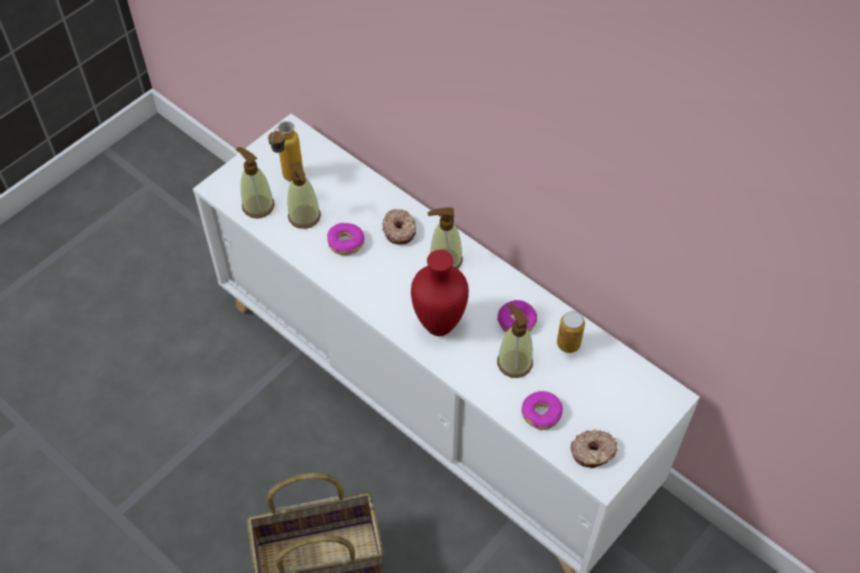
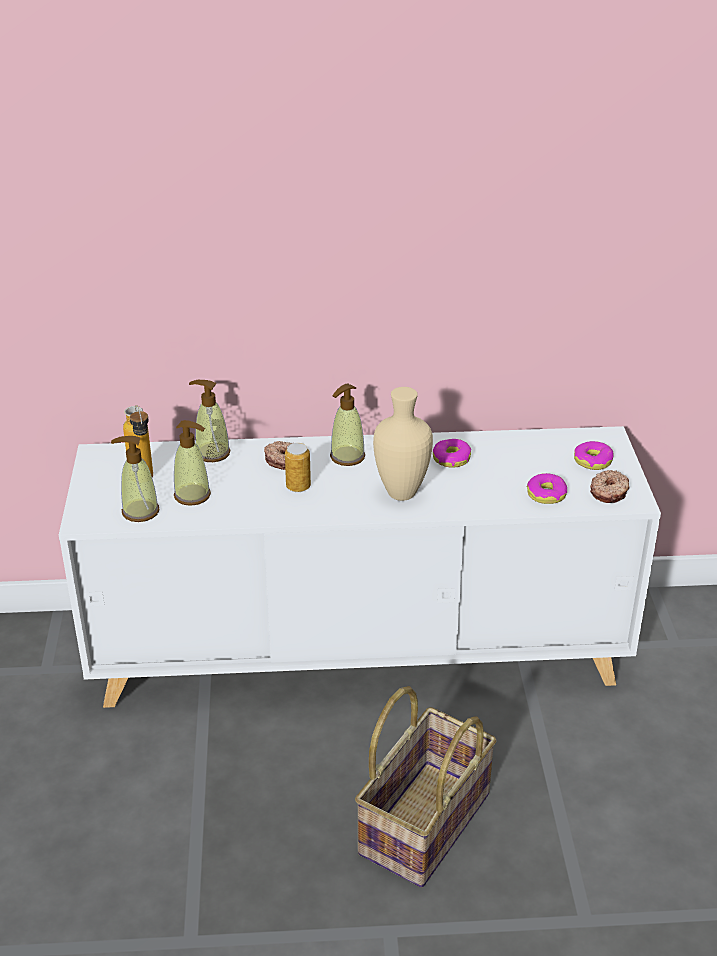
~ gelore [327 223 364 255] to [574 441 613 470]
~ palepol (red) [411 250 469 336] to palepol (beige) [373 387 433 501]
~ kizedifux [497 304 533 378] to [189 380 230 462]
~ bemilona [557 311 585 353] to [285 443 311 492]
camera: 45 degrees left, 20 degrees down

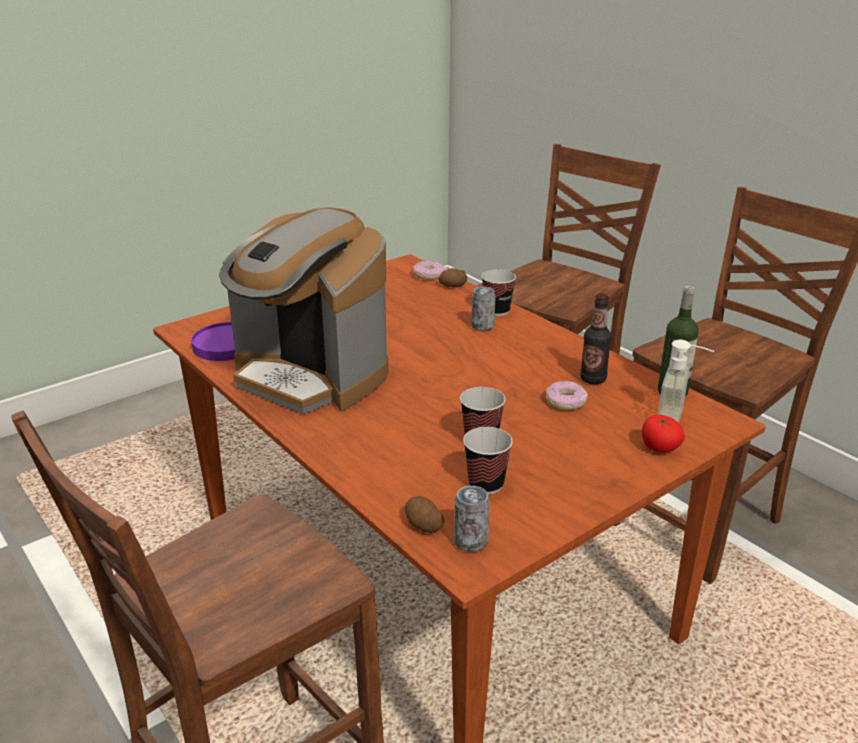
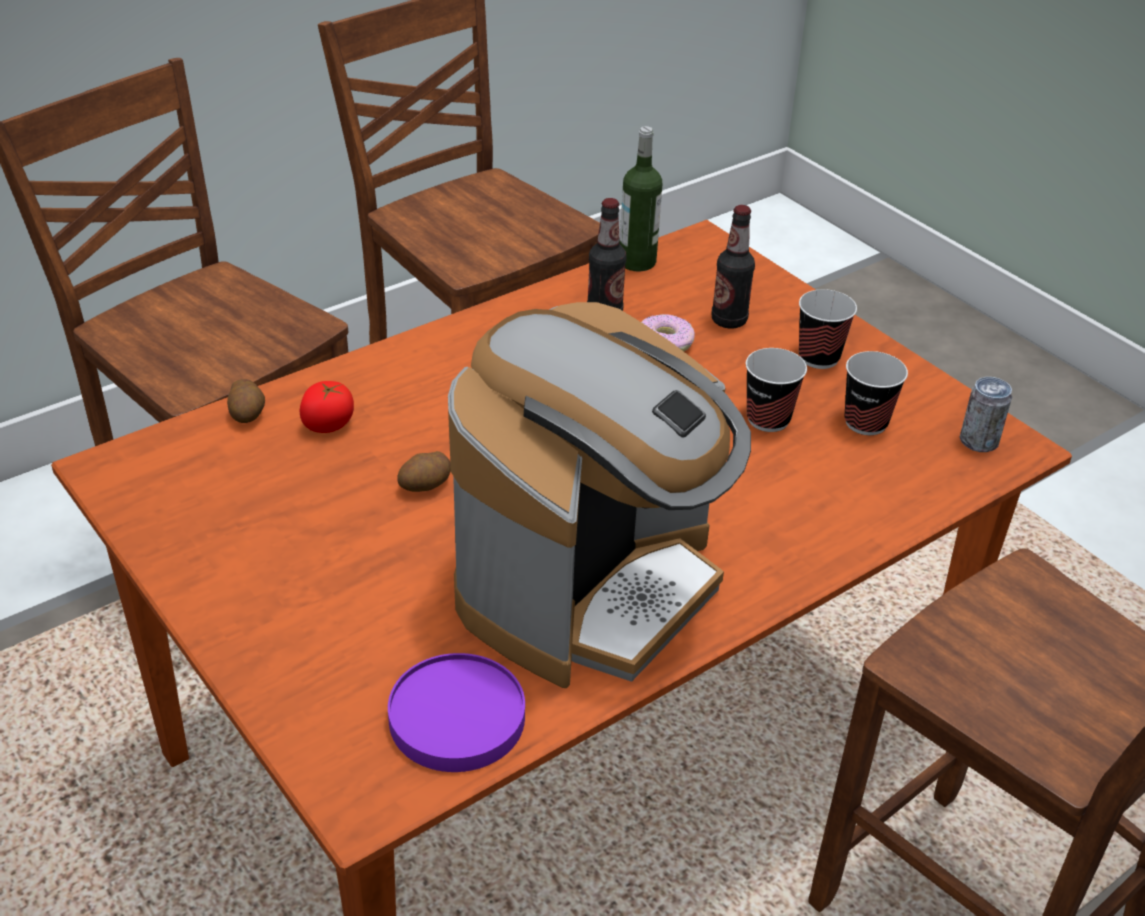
~ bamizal [405 496 445 533] to [397 451 451 492]
- gelore [413 261 445 280]
- bemilona [471 287 496 331]
~ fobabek [481 269 516 316] to [799 289 857 369]
~ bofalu [642 415 685 452] to [299 381 354 433]
- kizedifux [658 340 714 423]
+ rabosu [712 205 755 329]
camera: 90 degrees left, 10 degrees up

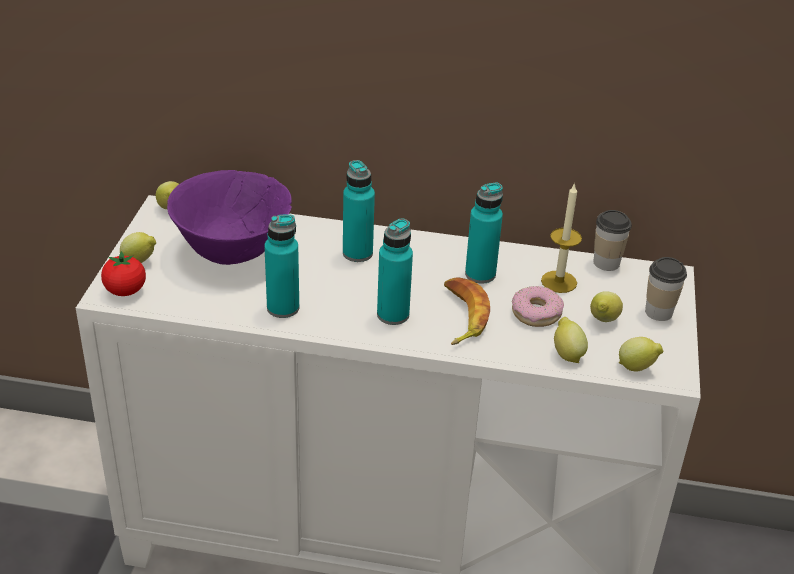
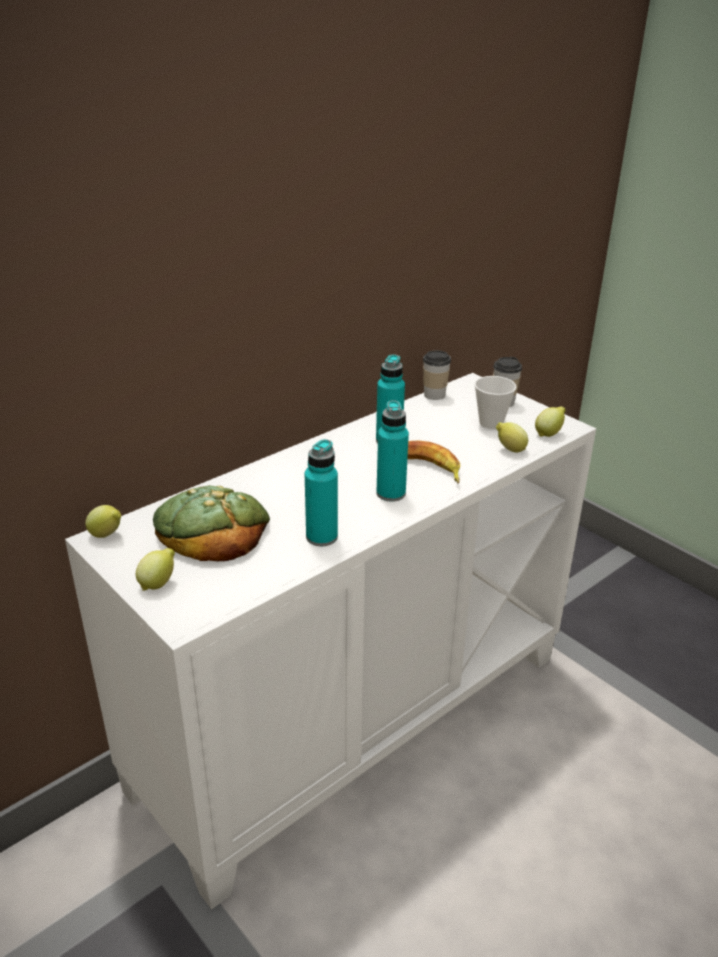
- bofalu [101 251 146 296]
~ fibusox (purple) [167 170 292 265] to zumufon [153 485 270 561]
- rabosu (turquoise) [343 160 375 262]
- gelore [512 286 564 327]
- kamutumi [541 183 582 293]
~ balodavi [590 291 623 322] to fobabek [474 376 517 429]
camera: 50 degrees left, 5 degrees down

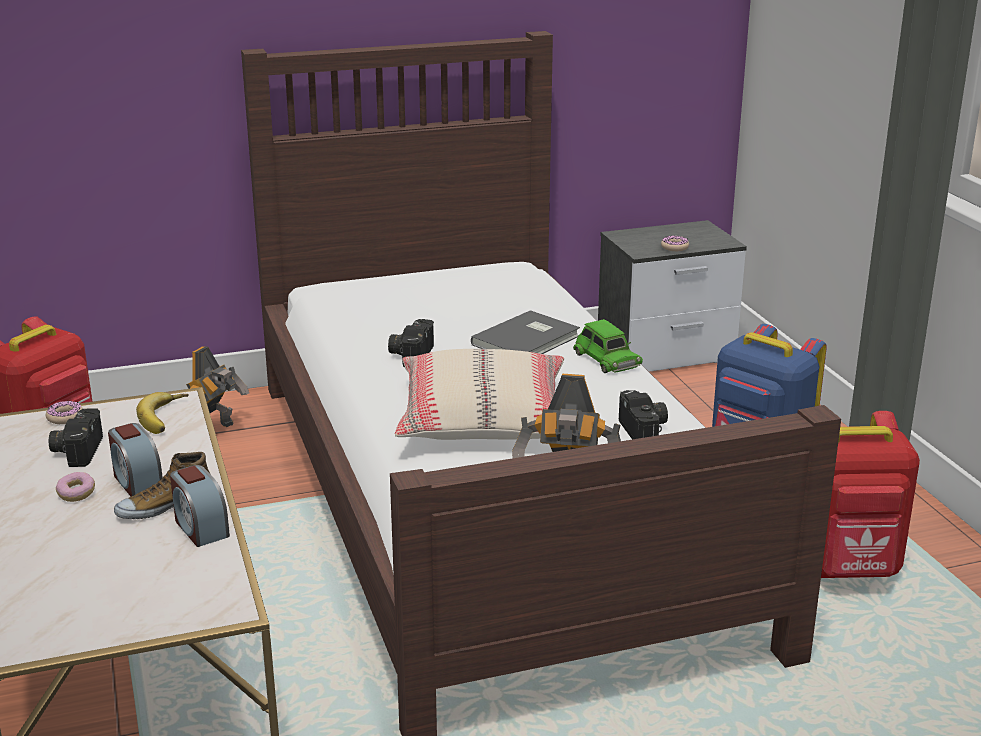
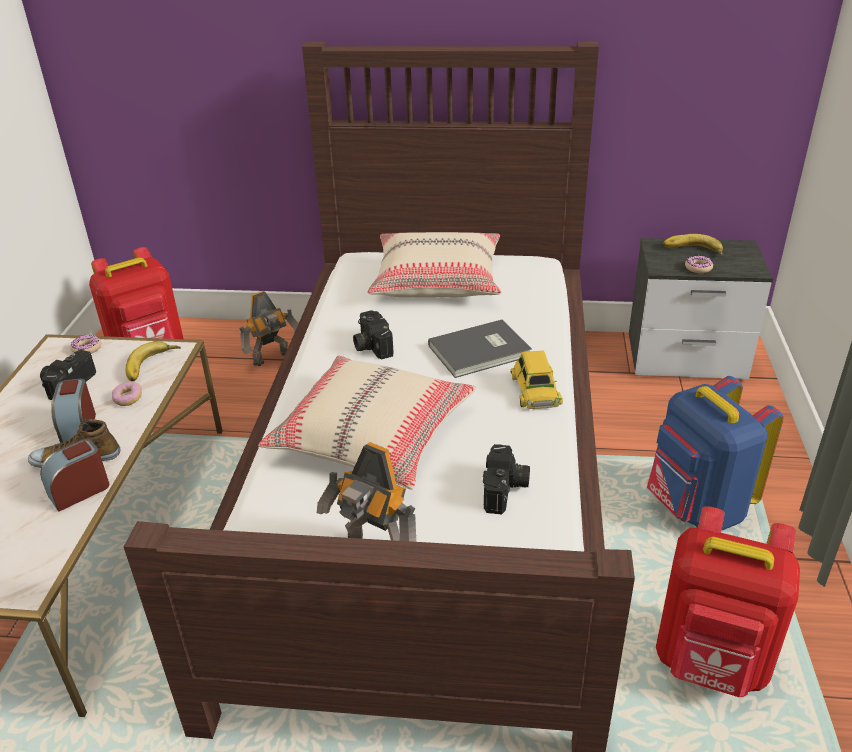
~ gelore [56 472 95 502] to [112 381 142 406]
~ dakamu [170 465 230 547] = [40 439 109 512] 60 degrees clockwise
~ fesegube [388 319 434 367] = [353 310 394 360] 60 degrees counterclockwise
~ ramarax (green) [573 319 643 373] to ramarax (yellow) [511 351 563 409]
+ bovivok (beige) [368 232 501 297]
+ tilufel [663 234 723 256]
camera: 25 degrees right, 10 degrees up

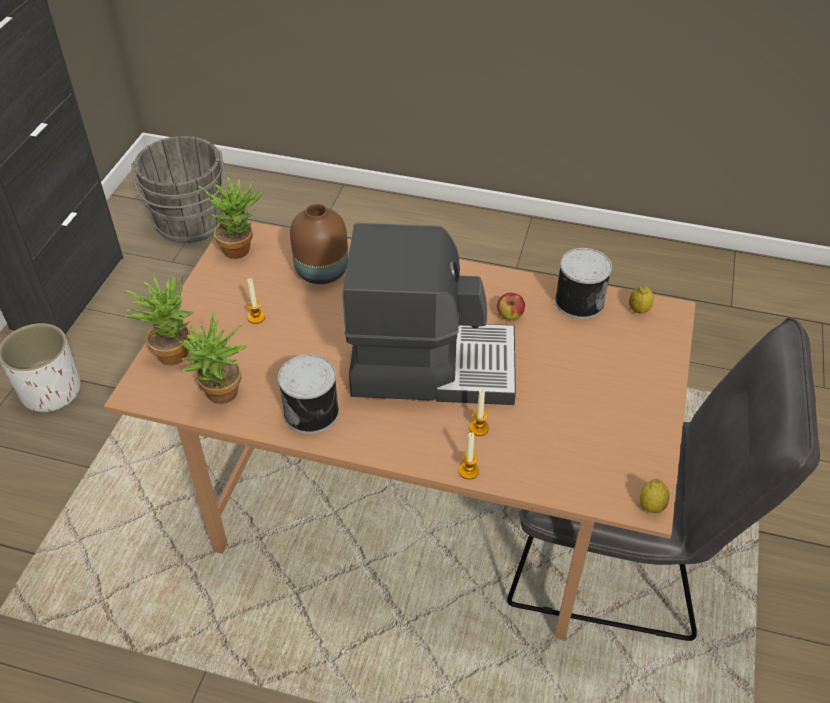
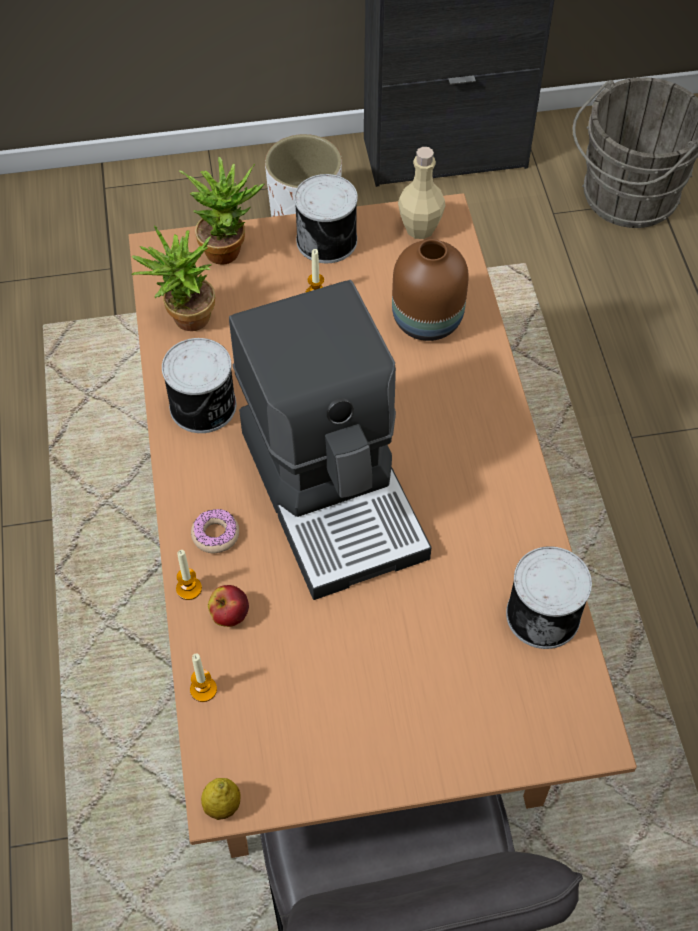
~ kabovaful [198 177 264 259] to rabosu (beige) [398 147 446 239]
~ kamutumi [469 389 489 436] to [190 653 217 702]
~ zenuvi [497 293 525 320] to [208 585 249 627]
- balodavi [629 286 654 314]
+ gelore [191 509 239 554]
+ bemilona [294 174 358 263]
camera: 65 degrees right, 10 degrees up

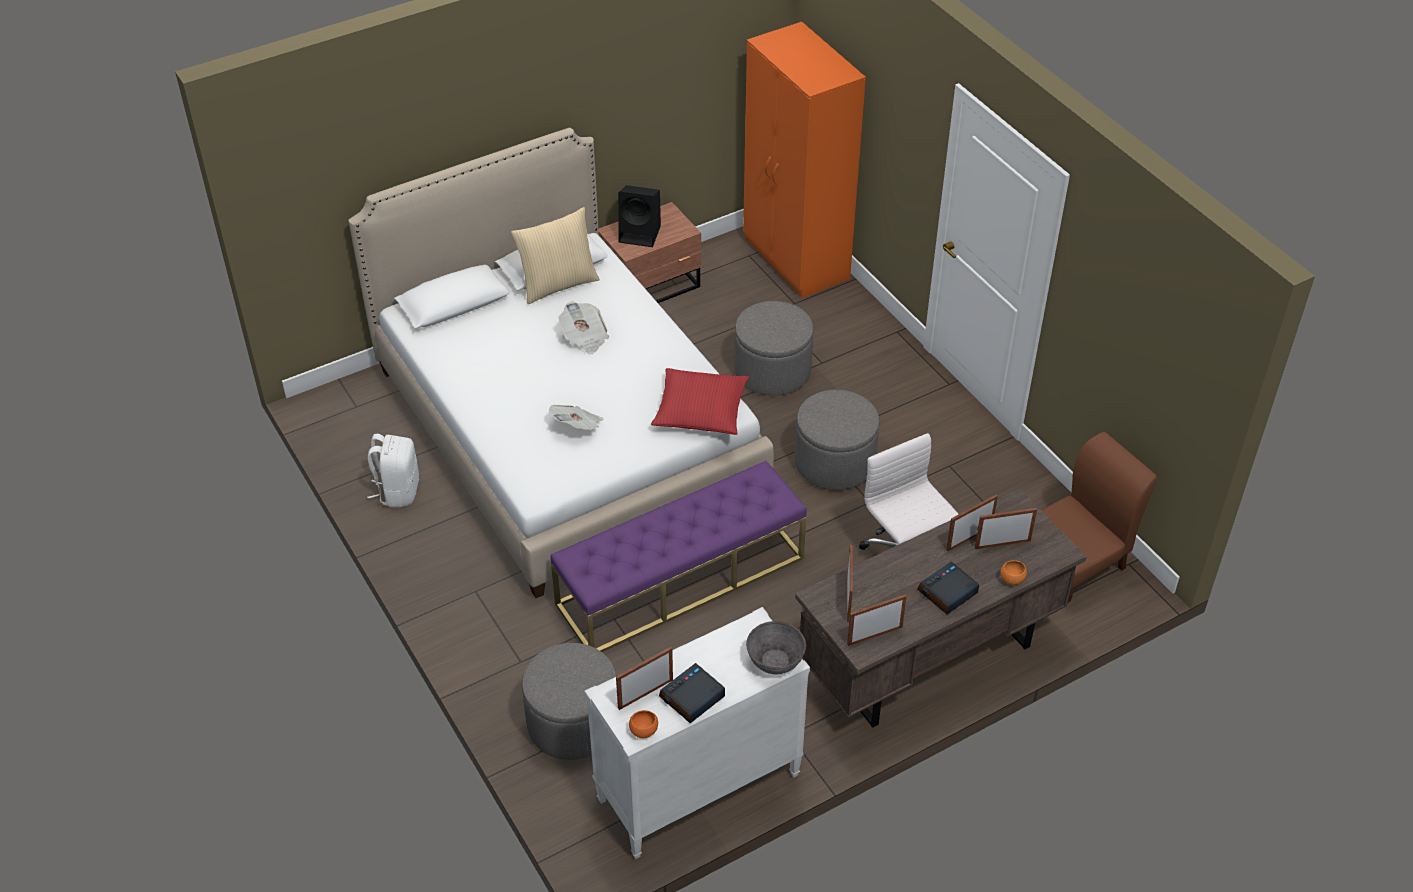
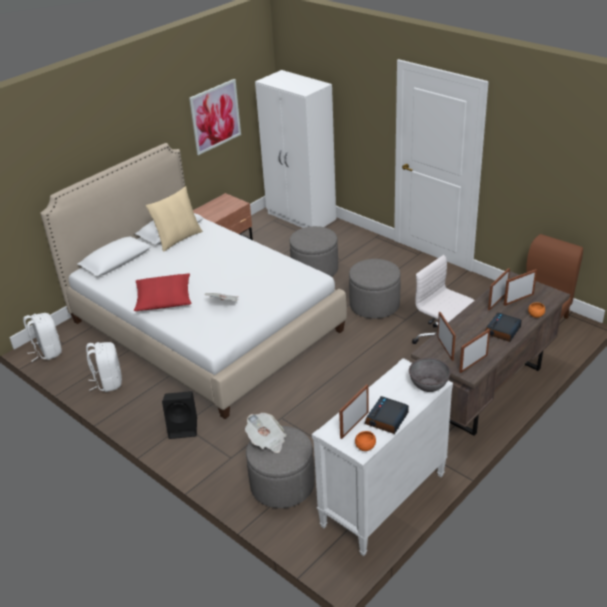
- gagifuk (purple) [550 461 807 652]
~ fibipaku [558 301 609 354] to [245 413 287 453]
~ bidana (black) [618 185 661 247] to [162 391 197 439]
~ bovivok (red) [651 368 749 435] to [134 273 192 311]
~ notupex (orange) [743 22 866 298] to notupex (white) [255 70 336 228]
+ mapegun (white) [23 313 62 361]
+ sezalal [189 79 241 155]
camera: 15 degrees left, 10 degrees down

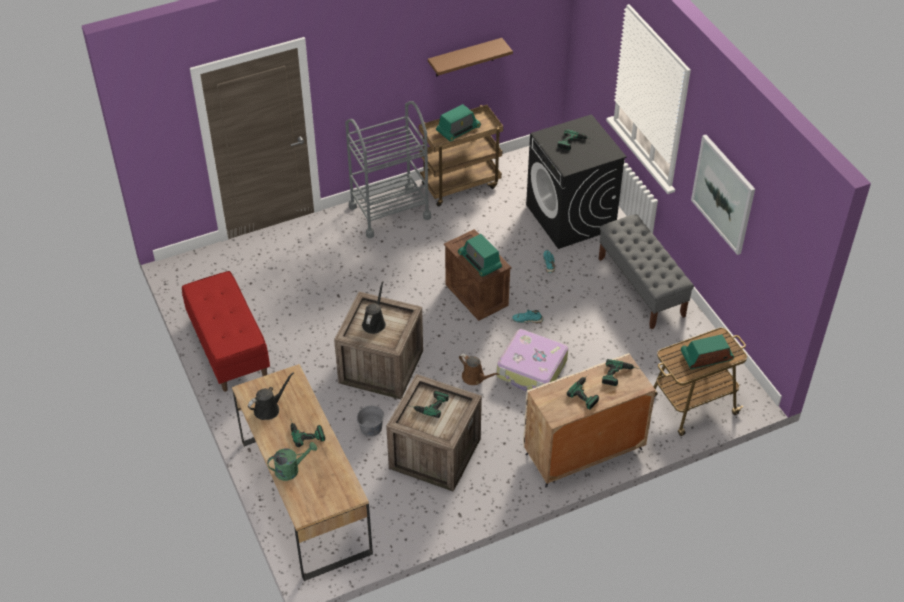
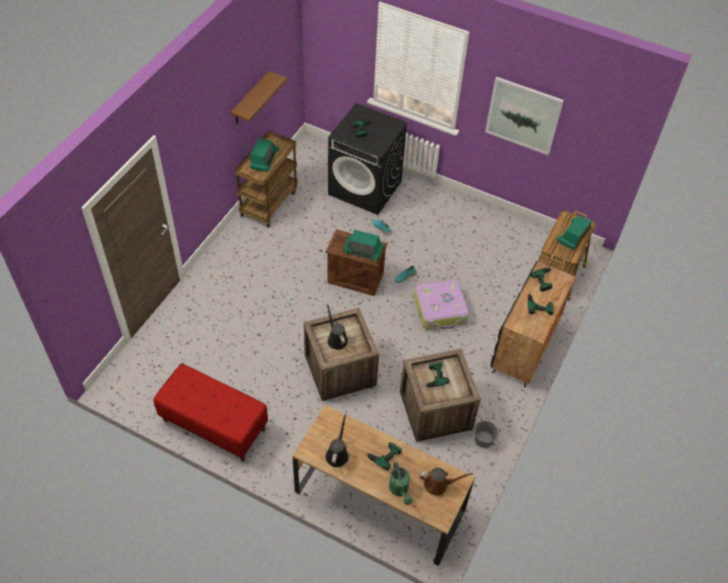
~ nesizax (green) [267 442 317 481] = [389 462 412 505] 135 degrees clockwise
- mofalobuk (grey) [345 101 431 238]
~ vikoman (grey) [357 406 384 437] to [475 421 498 448]
~ nesizax (brown) [459 353 499 385] to [420 468 473 496]
~ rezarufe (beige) [523 353 656 487] to rezarufe (black) [491 261 575 387]
- gagifuk (grey) [599 214 694 329]
camera: 40 degrees left, 5 degrees up

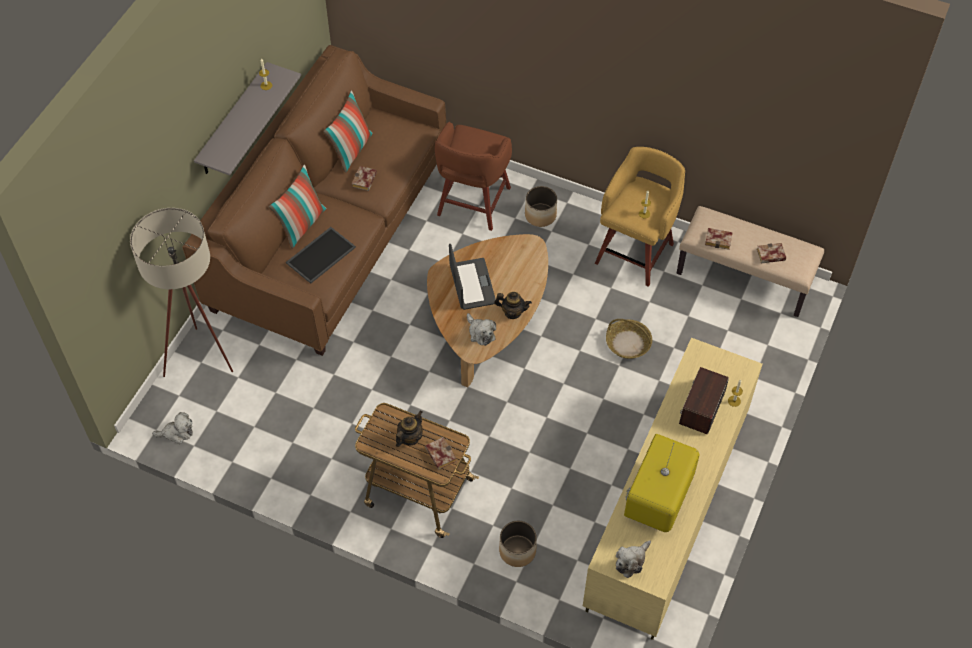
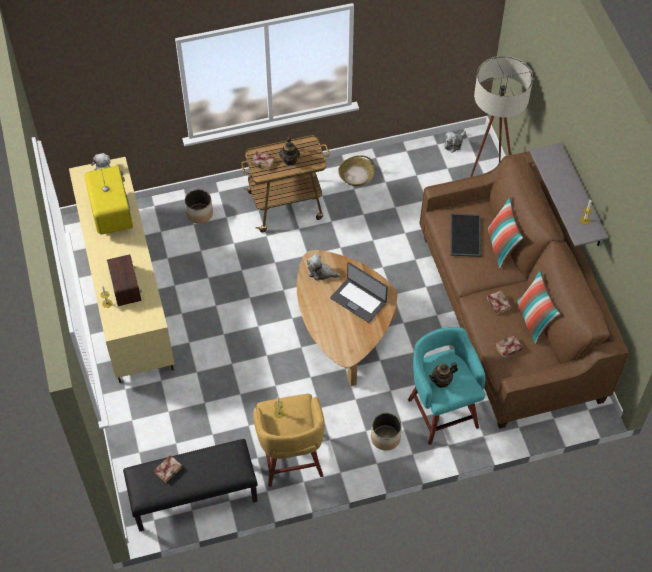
~ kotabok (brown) [435 122 512 231] to kotabok (turquoise) [408 327 485 445]
~ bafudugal [494 292 532 319] to [429 362 458 388]
~ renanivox [606 319 652 359] to [338 155 374 186]
~ gagifuk (beige) [676 206 824 317] to gagifuk (black) [123 439 258 531]
~ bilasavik [705 228 733 250] to [495 335 523 358]
camera: 140 degrees right, 0 degrees up

